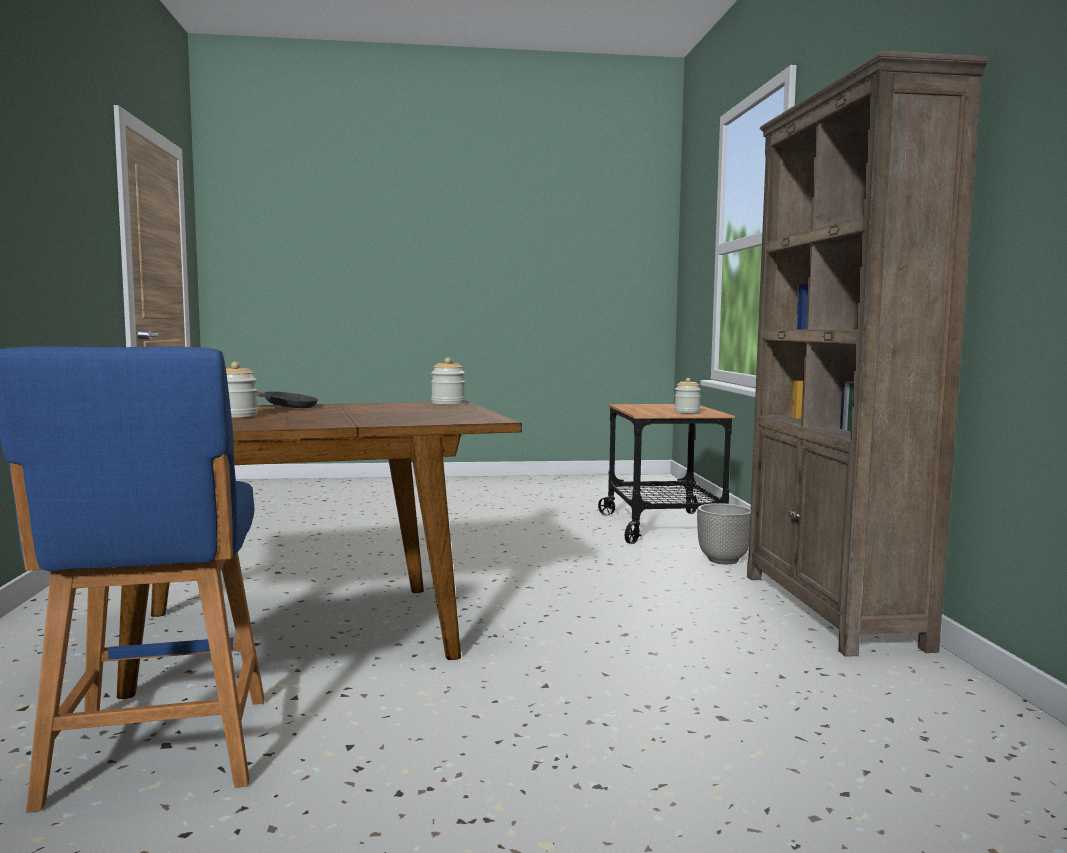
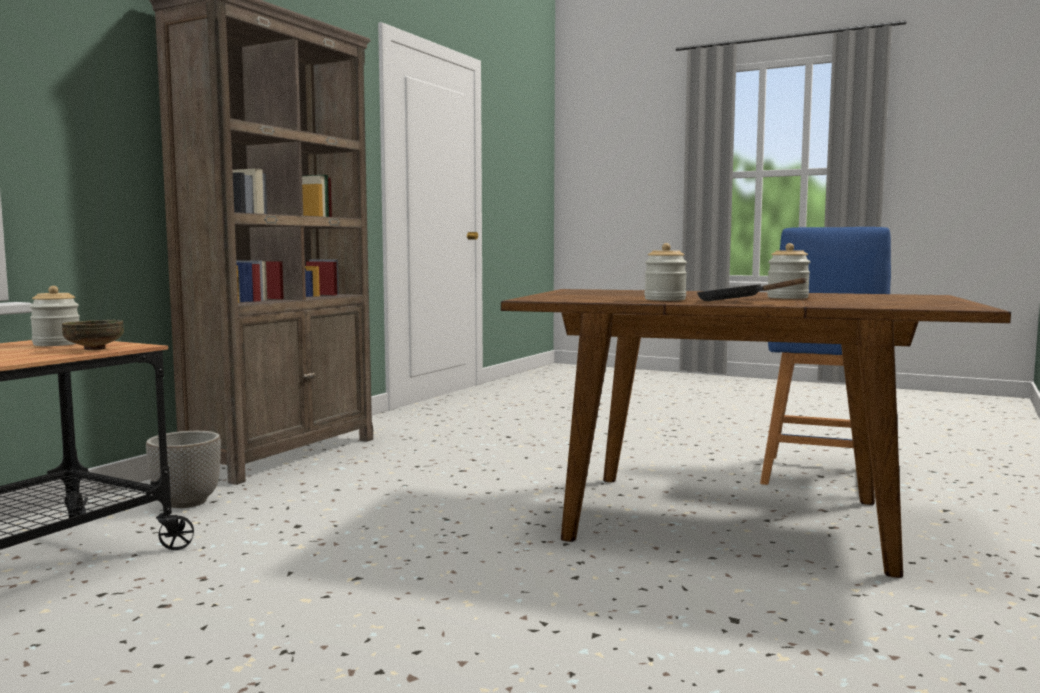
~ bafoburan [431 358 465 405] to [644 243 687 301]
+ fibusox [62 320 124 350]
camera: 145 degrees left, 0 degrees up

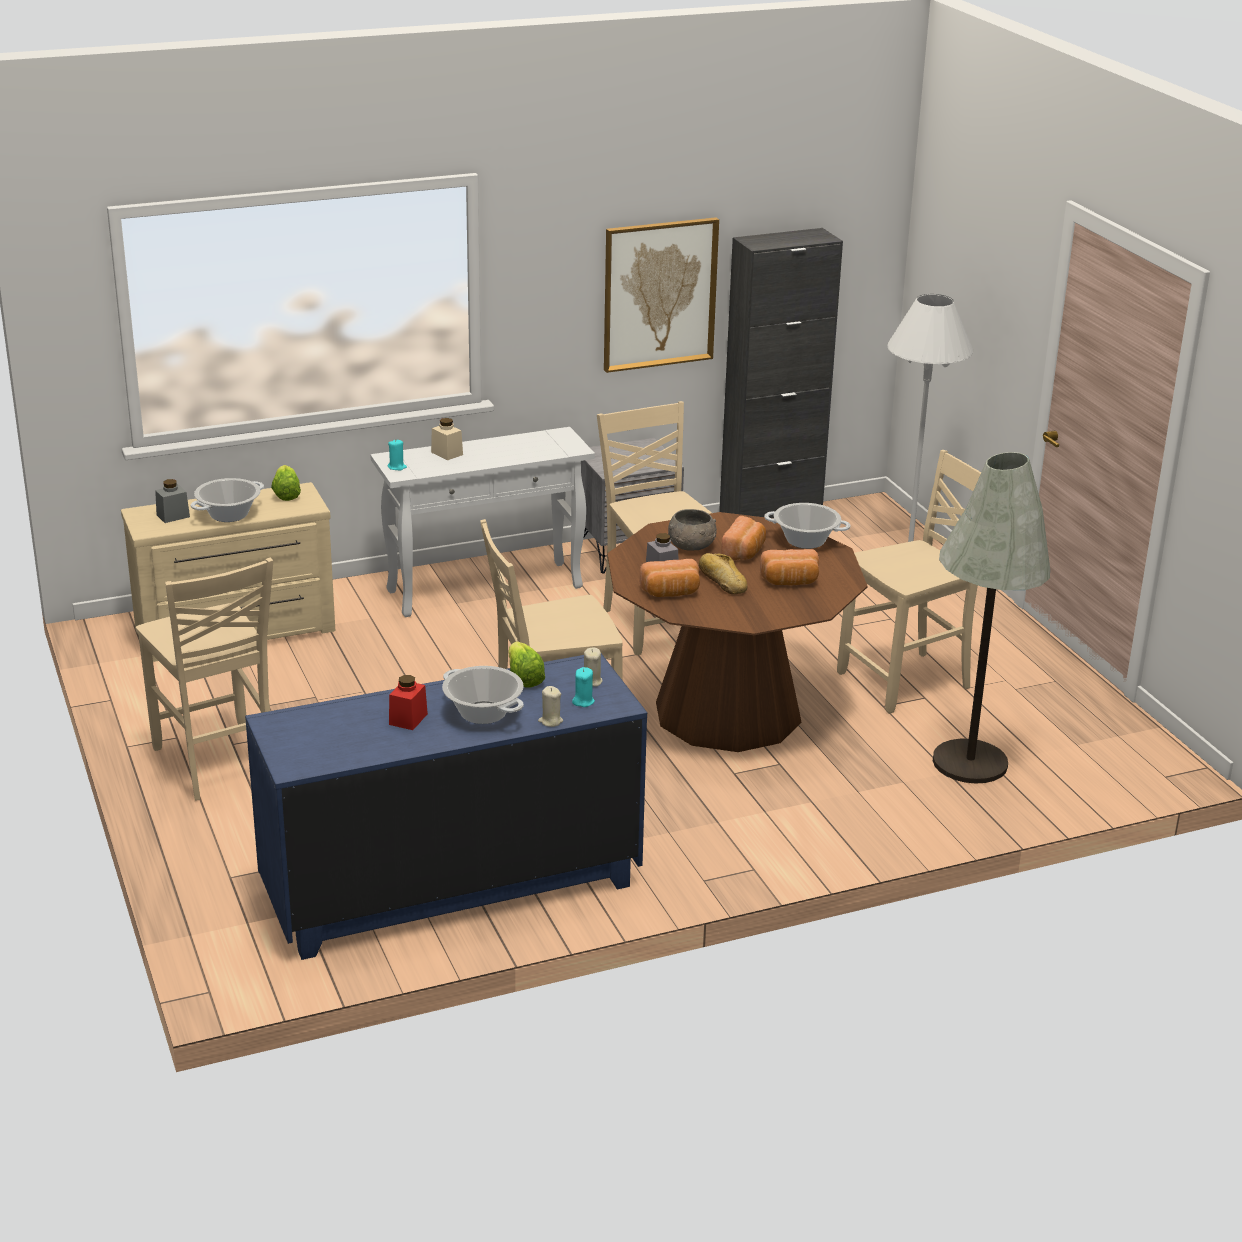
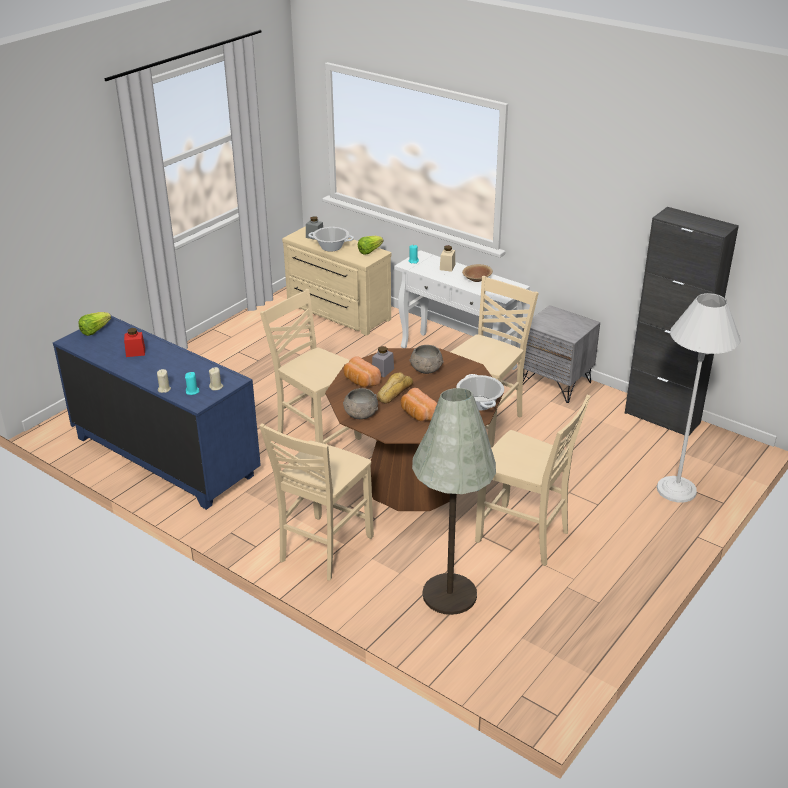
~ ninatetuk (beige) [136 558 273 800] to [259 423 374 581]
- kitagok [442 666 524 724]
~ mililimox [509 641 545 688] to [79 312 111 336]
- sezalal [604 217 719 373]
- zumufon [722 516 766 560]
+ fibusox (grey) [343 388 378 419]
+ fibusox (brown) [462 264 493 282]
camera: 60 degrees right, 5 degrees up

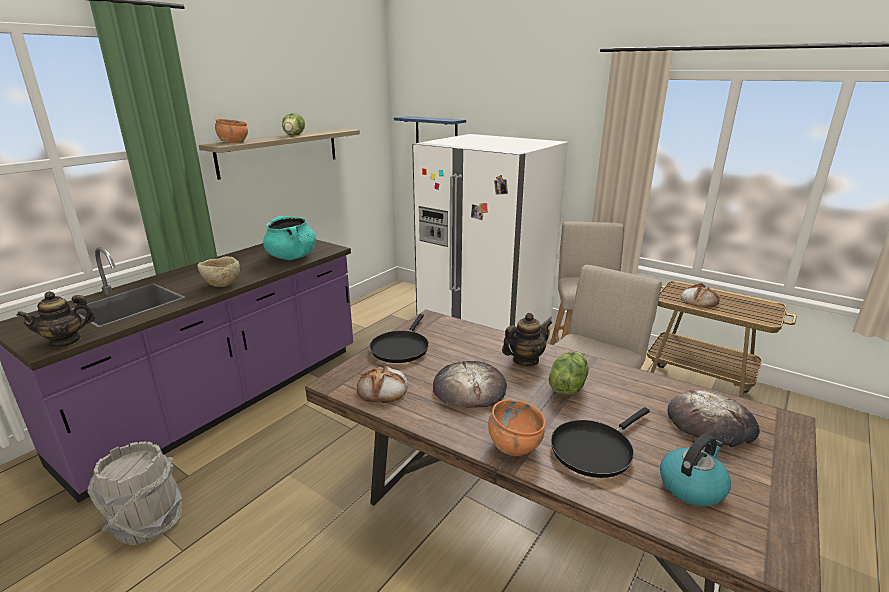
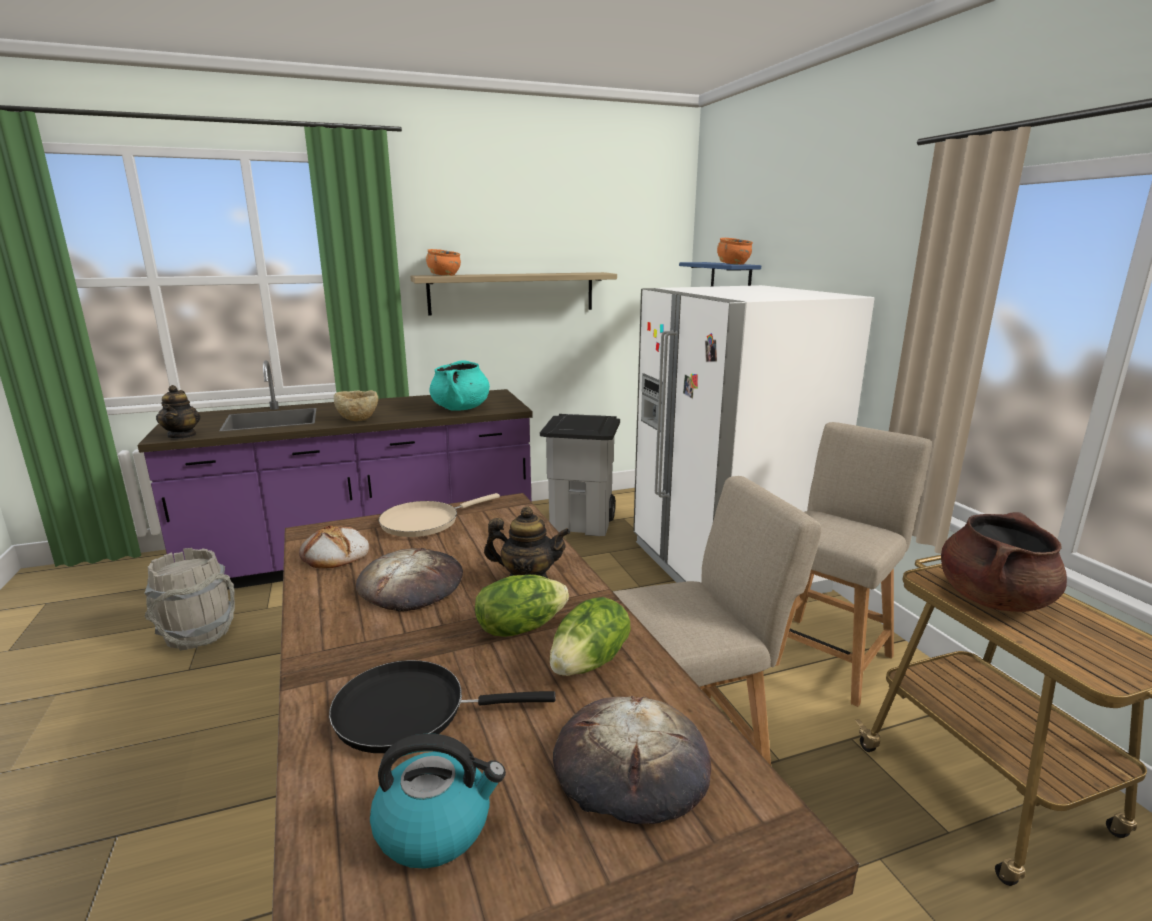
~ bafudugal [16 291 96 348] = [156 385 200 439] 105 degrees counterclockwise
~ mililimox [282 113 305 135] to [550 597 630 676]
~ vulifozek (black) [370 314 429 363] to vulifozek (beige) [378 493 500 537]
~ fibusox (orange) [488 399 545 456] to [717 238 753 265]
~ zumufon [681 283 720 308] to kitagok (brown) [941 512 1067 612]
+ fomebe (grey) [540 414 620 536]
camera: 35 degrees right, 5 degrees down

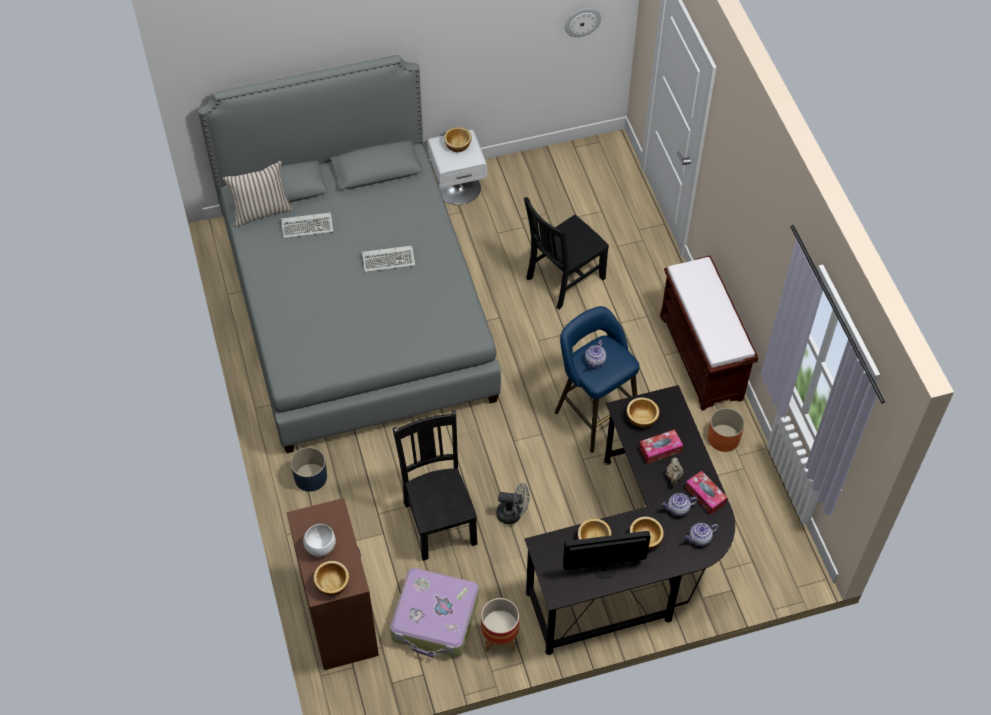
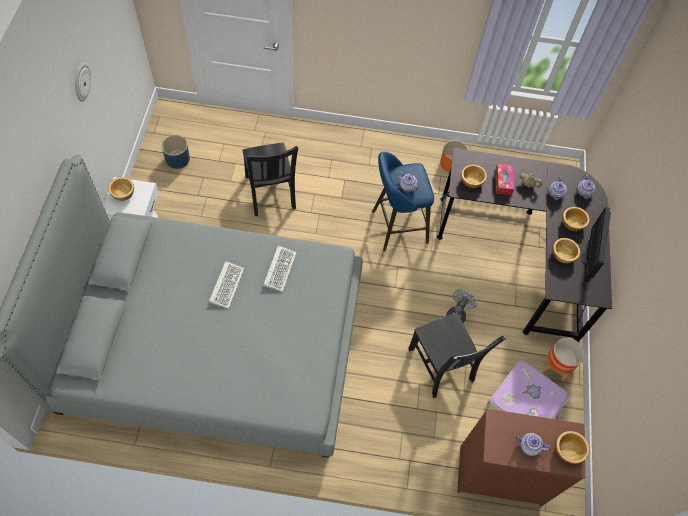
- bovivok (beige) [222 160 293 227]
~ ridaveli [281 212 333 238] to [263 246 297 292]
~ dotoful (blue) [291 447 327 492] to [161 135 190 169]
~ fibusox (white) [303 524 336 557] to bafudugal [515 433 551 456]
~ ninatetuk (black) [392 411 478 561] = [408 313 506 398] 120 degrees counterclockwise
~ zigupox [565 8 601 37] to [75 63 91 102]
- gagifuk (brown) [660 256 758 411]
- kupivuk [685 471 728 515]
camera: 70 degrees left, 5 degrees up

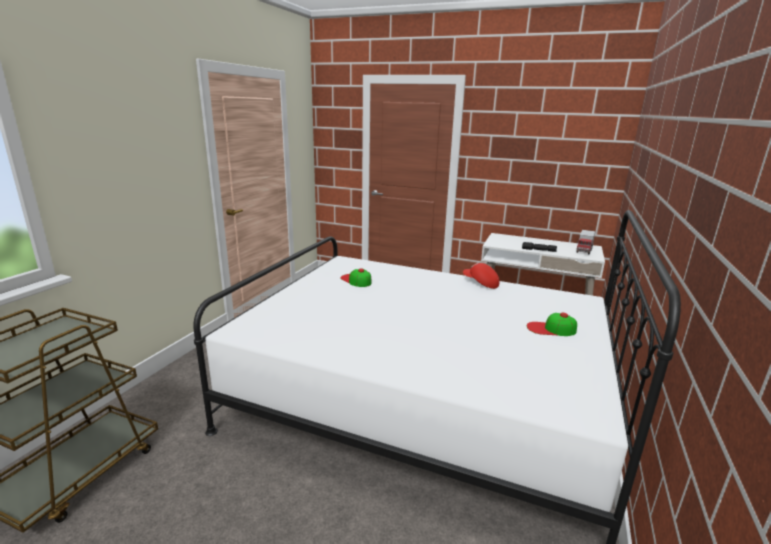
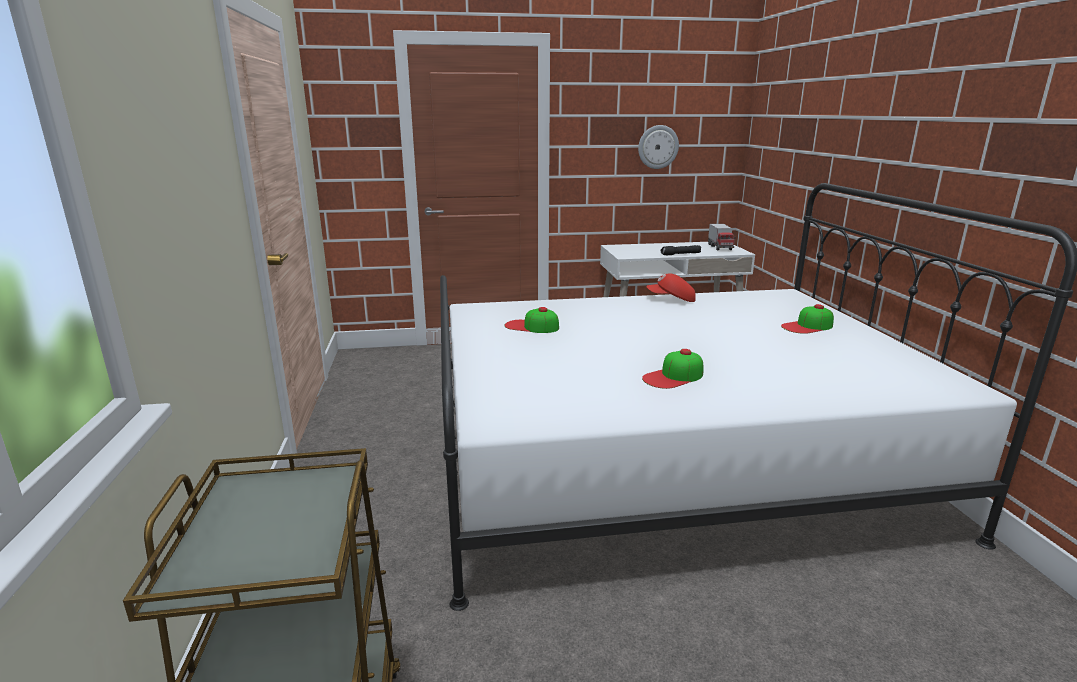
+ zigupox [638 125 679 169]
+ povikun [642 349 703 389]
camera: 30 degrees left, 0 degrees up

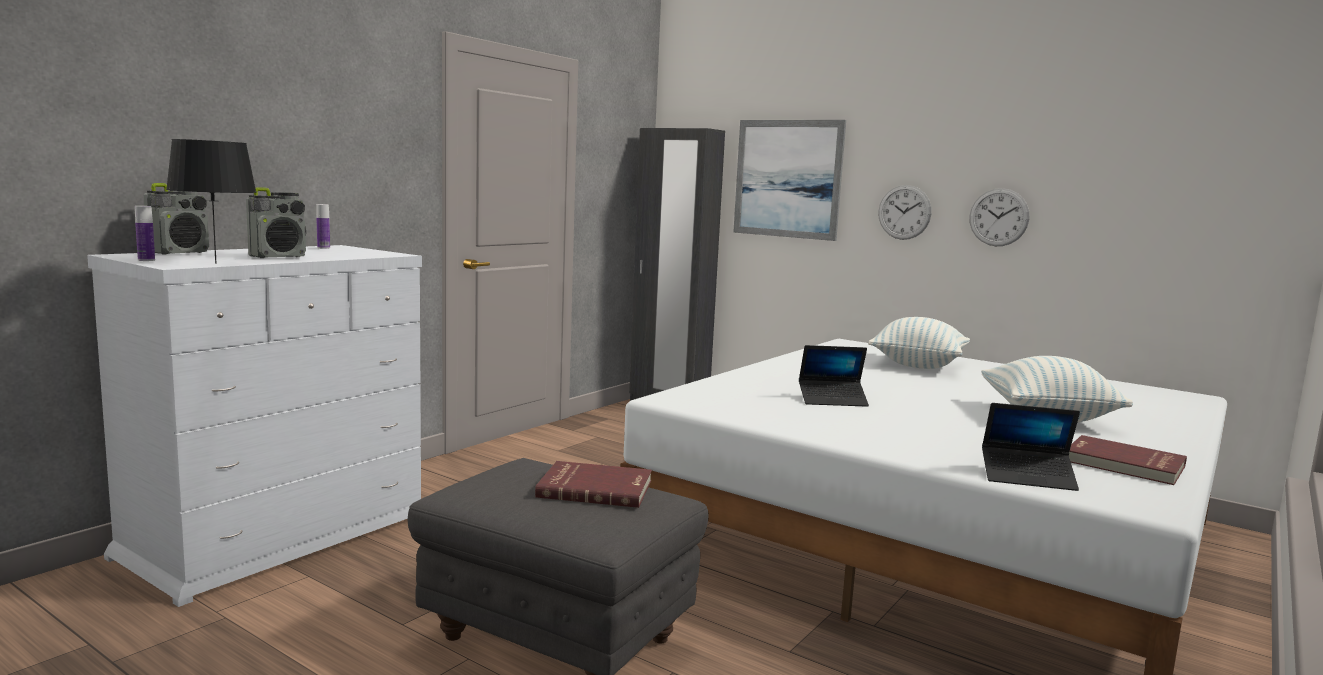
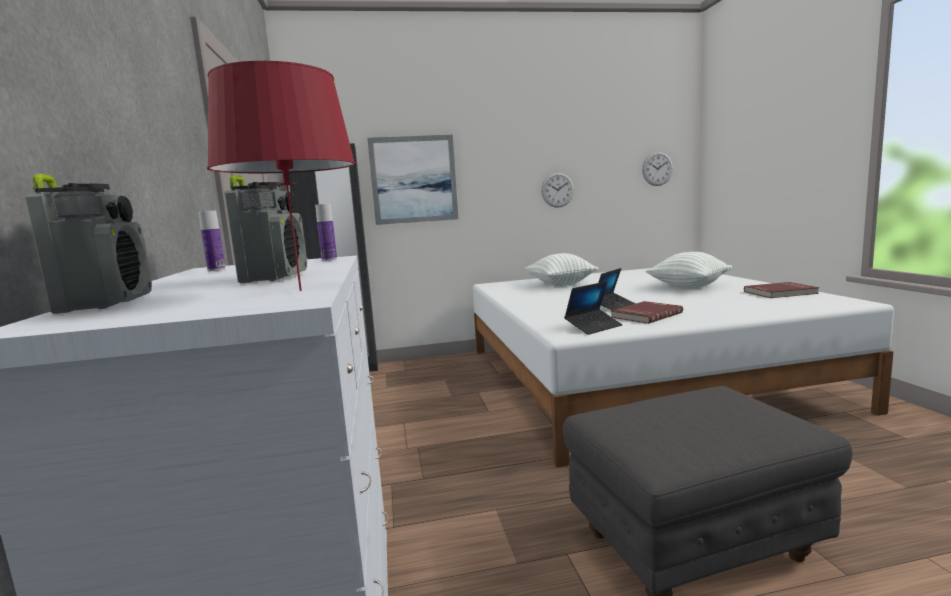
~ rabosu [135 206 155 261] to [315 204 337 261]
~ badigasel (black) [166 139 257 264] to badigasel (red) [207 61 355 291]
~ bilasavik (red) [535 461 652 508] to [611 301 683 324]
~ zigupox [878 185 932 240] to [642 152 673 186]
~ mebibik [982 403 1080 491] to [564 281 623 335]
camera: 45 degrees left, 0 degrees up

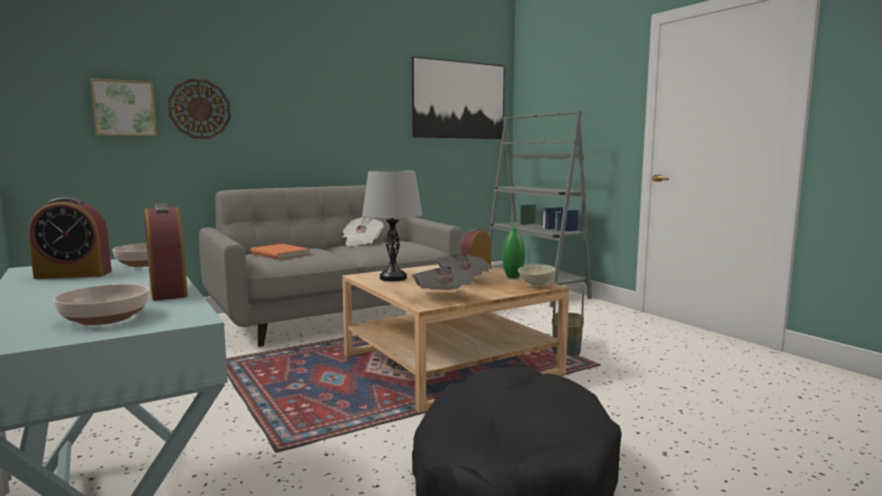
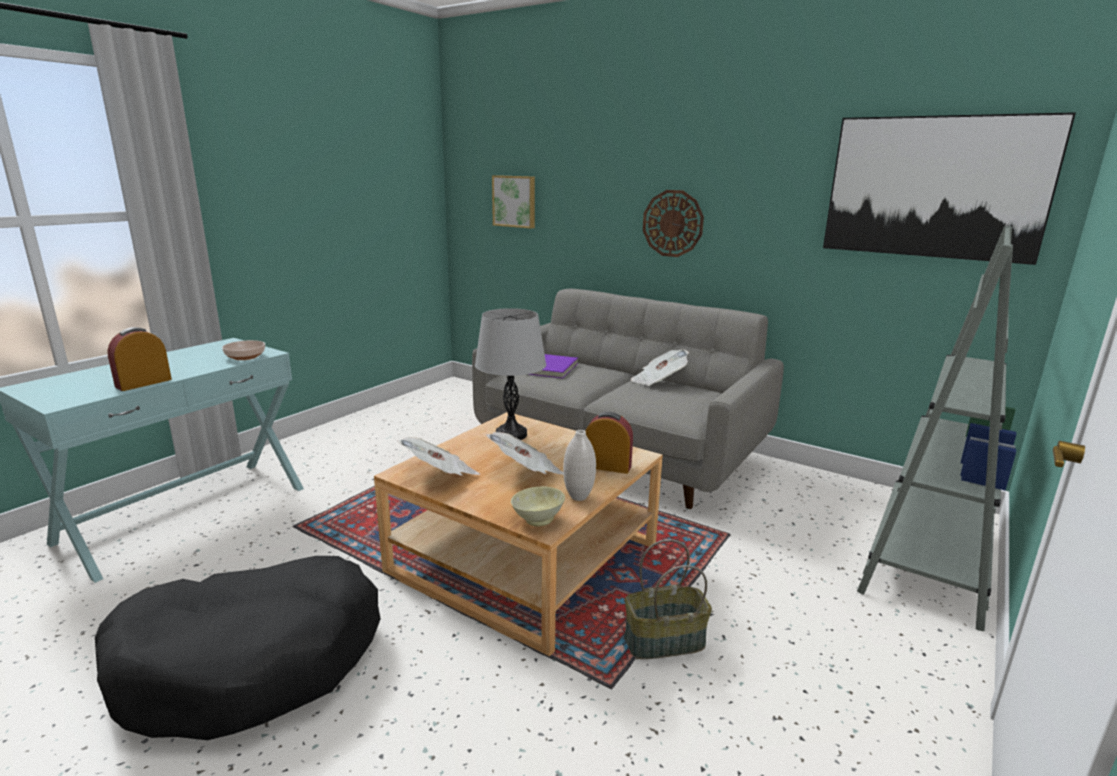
- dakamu [28 197 112 279]
- fibusox [53 284 150 325]
~ zigupox [168 79 231 139] to [643 190 704 257]
~ bilasavik (orange) [251 244 310 260] to bilasavik (purple) [529 354 578 378]
~ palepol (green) [502 227 525 278] to palepol (white) [563 430 596 501]
camera: 65 degrees right, 10 degrees up

